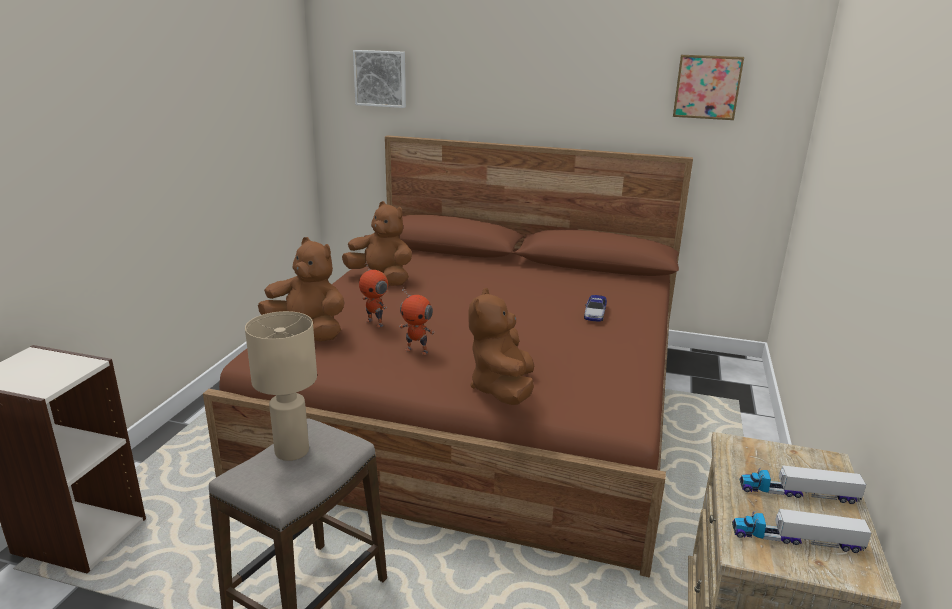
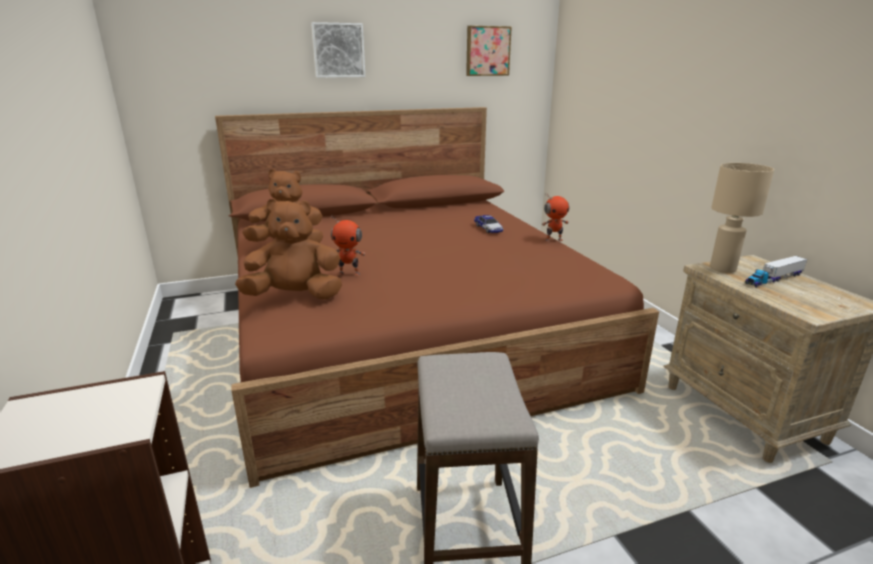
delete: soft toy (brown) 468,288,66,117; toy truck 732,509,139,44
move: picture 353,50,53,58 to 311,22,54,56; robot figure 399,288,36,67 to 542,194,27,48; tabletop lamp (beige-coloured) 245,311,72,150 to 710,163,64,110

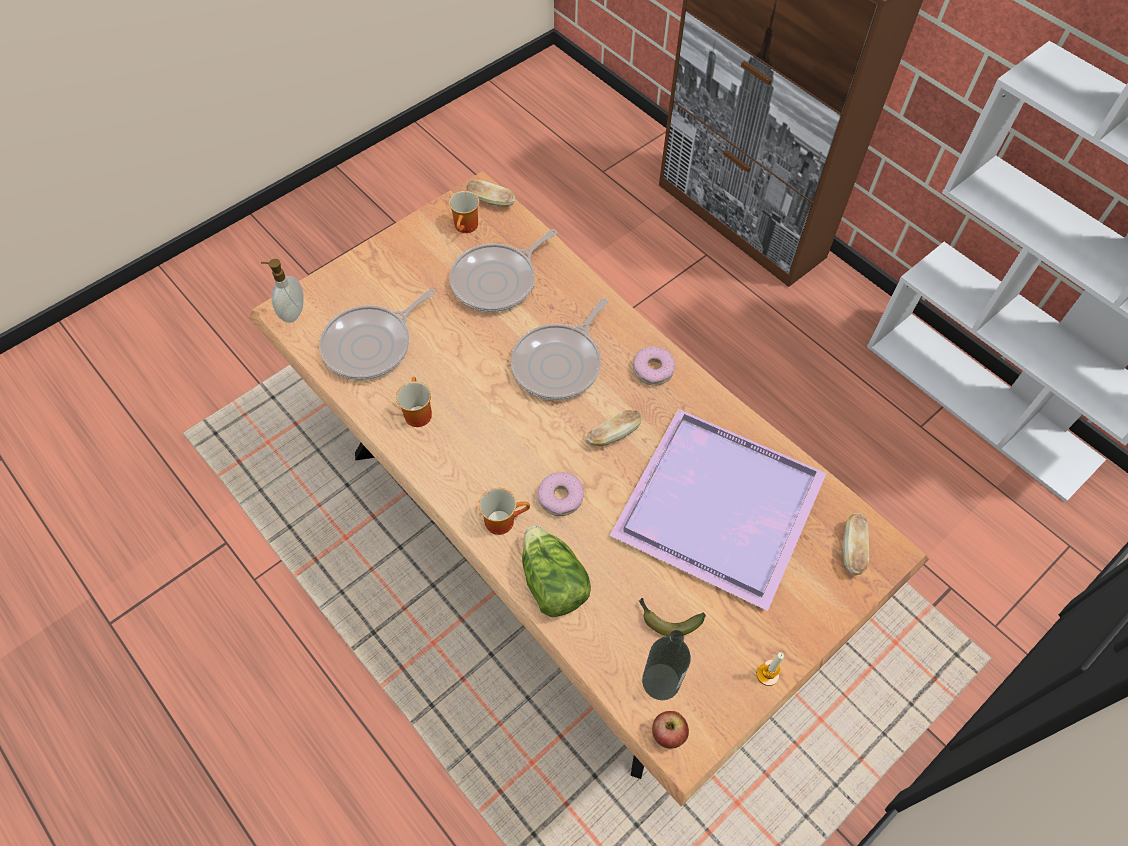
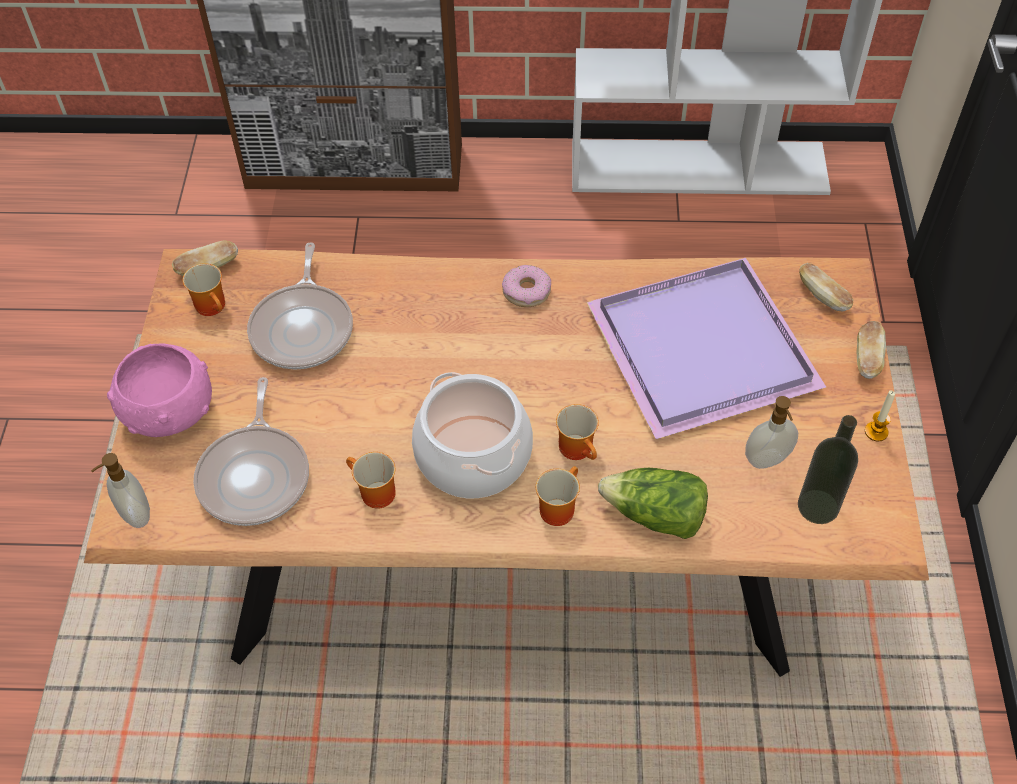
delete: pan 511,298,97,102; apple fruit 652,711,37,38
insert: bowl (pink) 107,343,105,94; stockpot 412,372,121,126
move: bread 587,410,55,36 to 856,321,30,58
replace: doughnut 538,472,46,44 to mug 556,404,43,56; banana fruit 639,598,67,38 to soap bottle 745,396,53,73

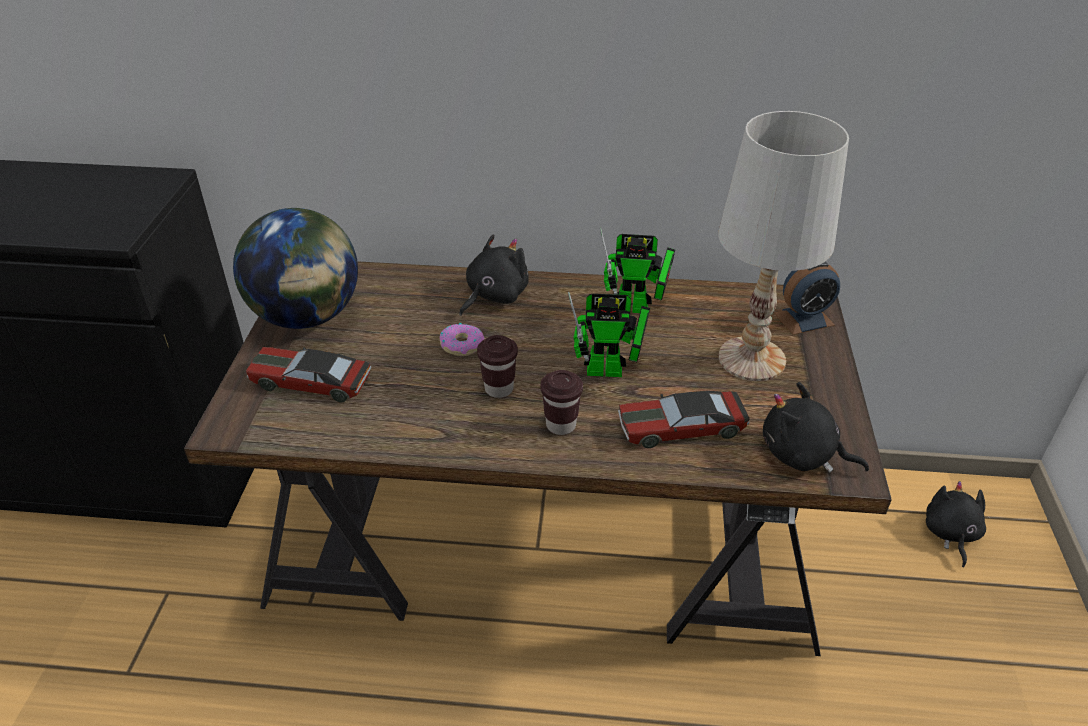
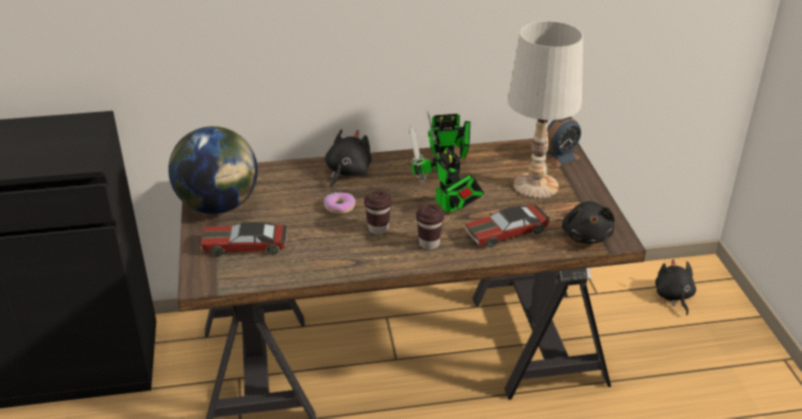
rotate: robot figure 568,292,82,85 = 409,126,75,87 75 degrees clockwise; soft toy (black-coloured) 763,382,106,91 = 562,201,53,43 105 degrees counterclockwise

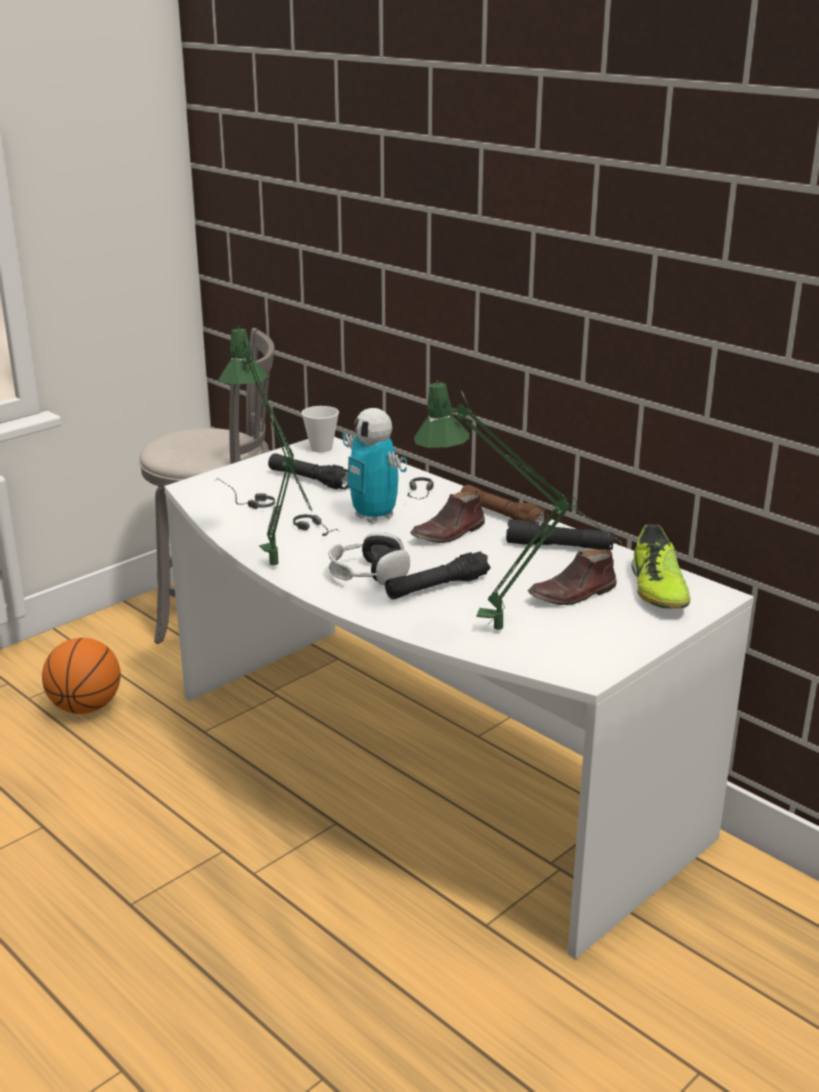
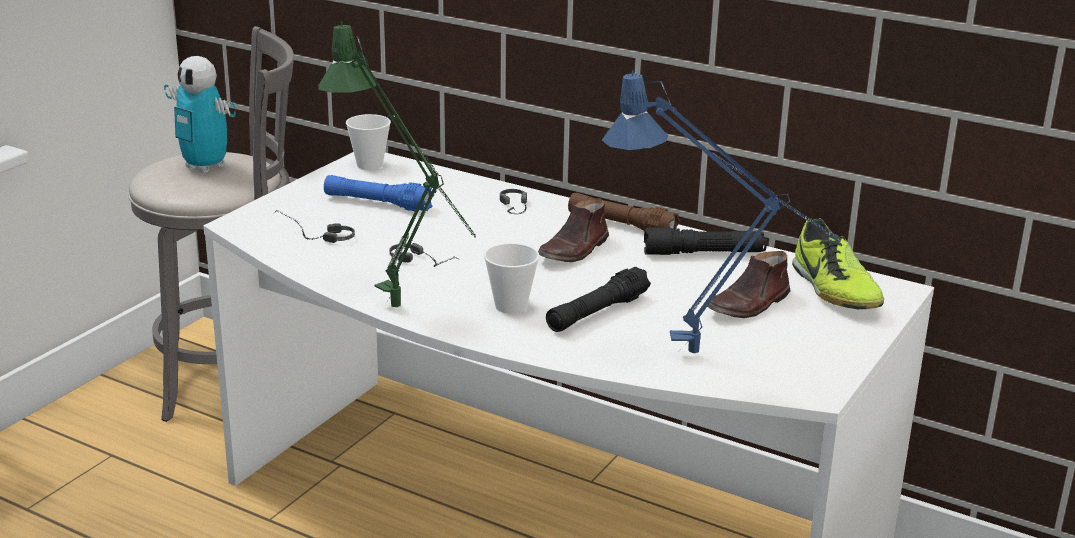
delete: basketball 42,638,79,76
move: robot figure 342,408,65,116 to 164,56,72,117
replace: headphones 329,532,81,53 to small cup 484,243,56,71
recolor: tabletop lamp (greenish) 414,380,209,250 to tabletop lamp (blue-coloured) 602,70,238,283; torch (black-coloured) 268,454,81,36 to torch (blue-coloured) 324,175,110,36

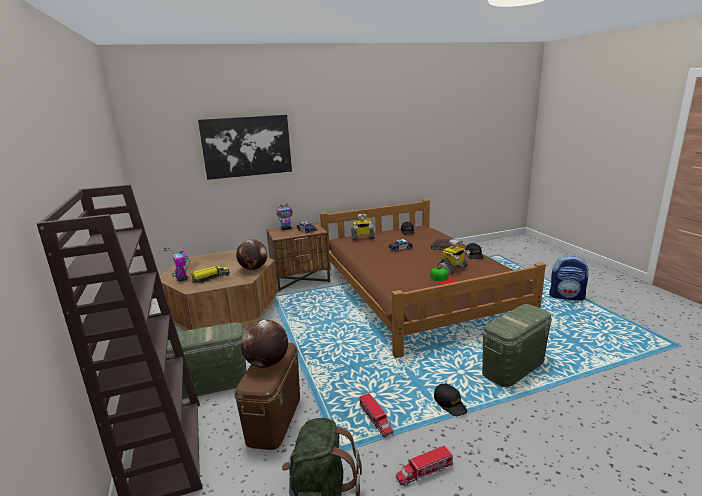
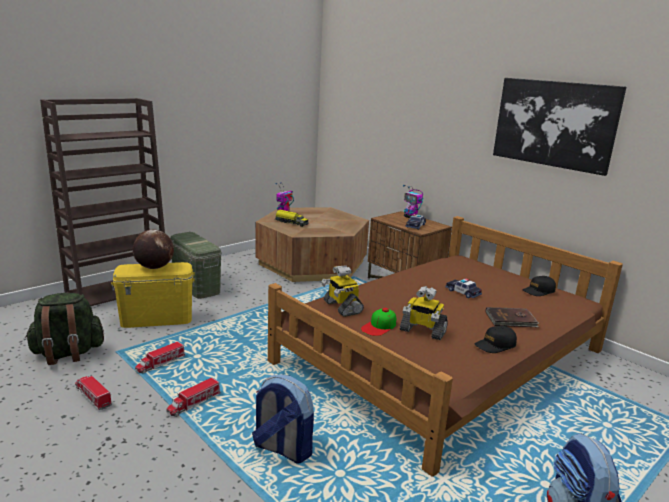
delete: globe 236,239,31,31
move: picture 198,115,94,65 to 493,78,133,98; robot figure 351,214,24,26 to 321,265,43,52
replace: storage bin (greenish) 482,304,70,83 to knapsack 252,374,62,90; peaked cap (black-coloured) 434,384,33,32 to toy truck 166,378,54,39
recolor: storage bin (brown) 234,342,66,108 to storage bin (yellow) 111,262,84,66

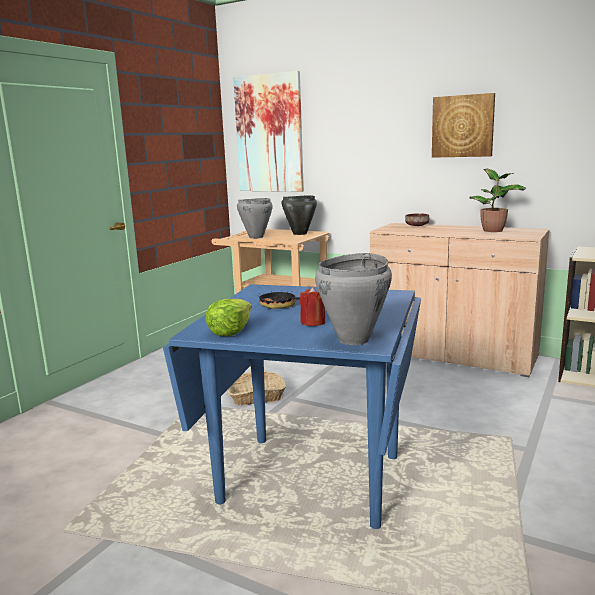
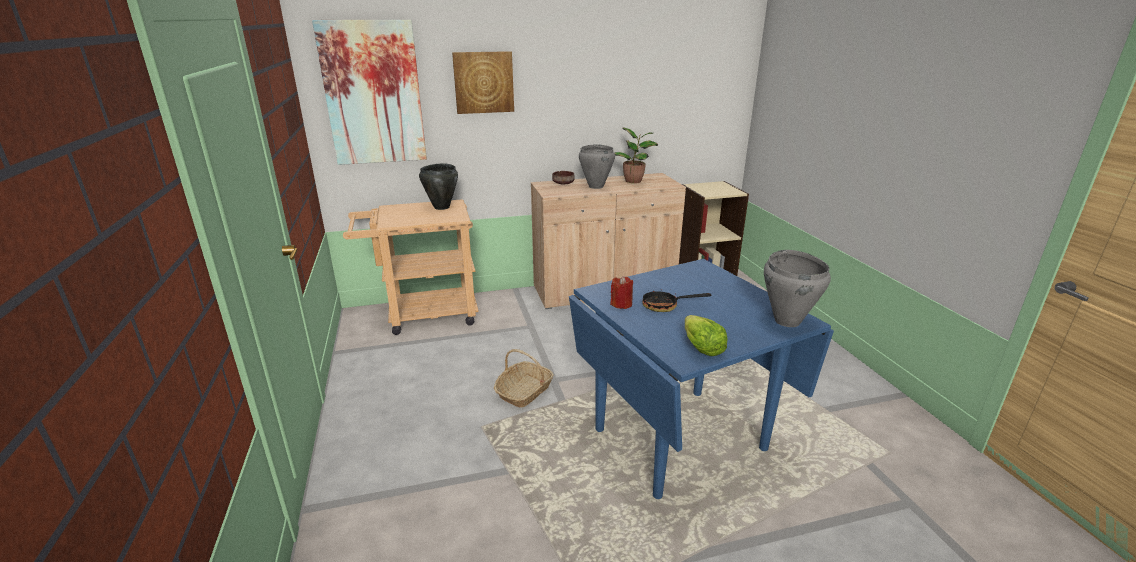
move: picture 432,93,63,65 to 452,51,62,63; stockpot (grey) 237,198,36,41 to 579,144,36,45; candle (reddish) 300,287,25,39 to 610,276,23,33

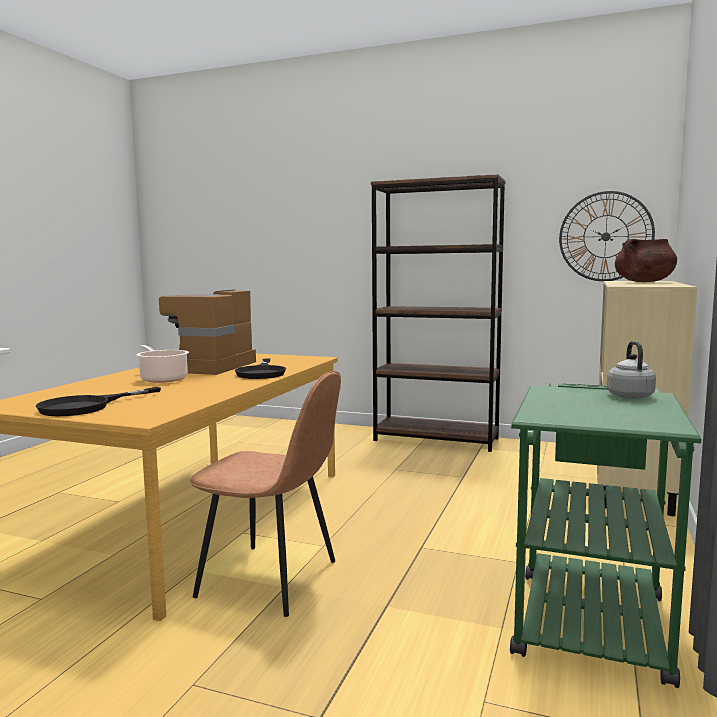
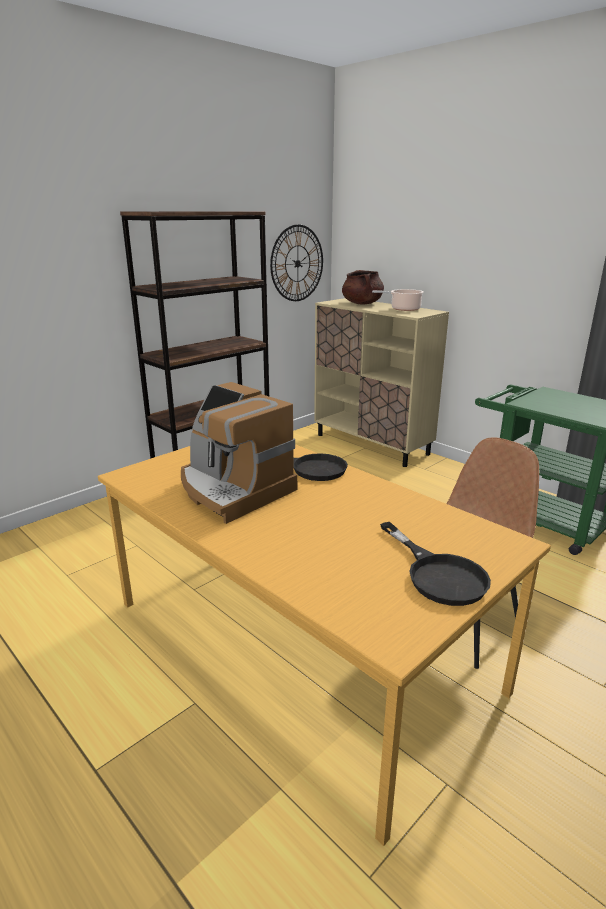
delete: tea kettle (grey) 607,341,49,58
move: stockpot 136,345,53,38 to 372,289,52,22

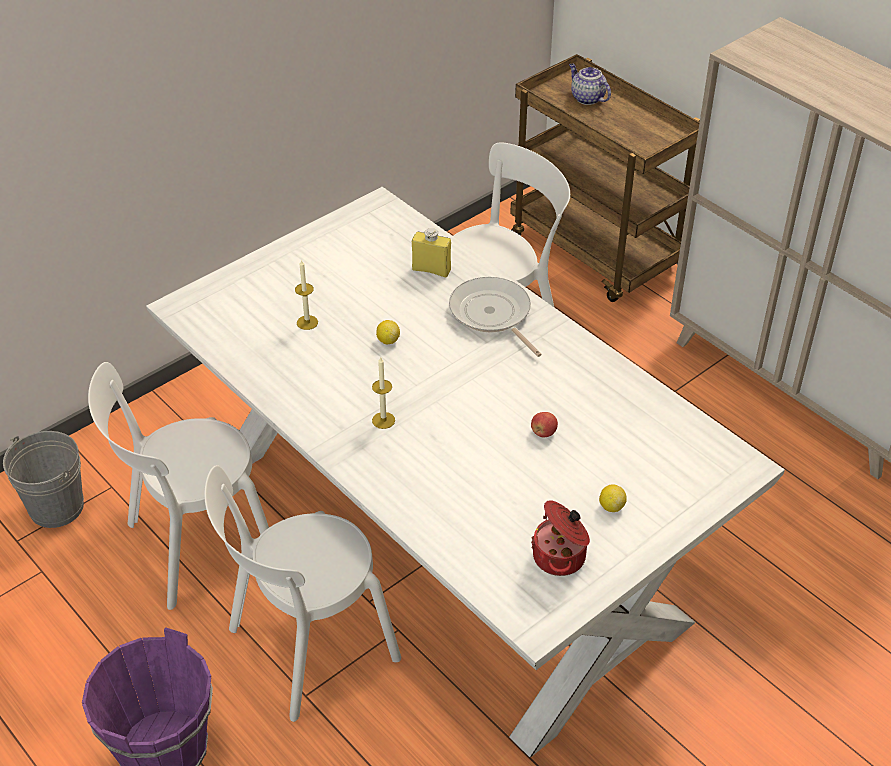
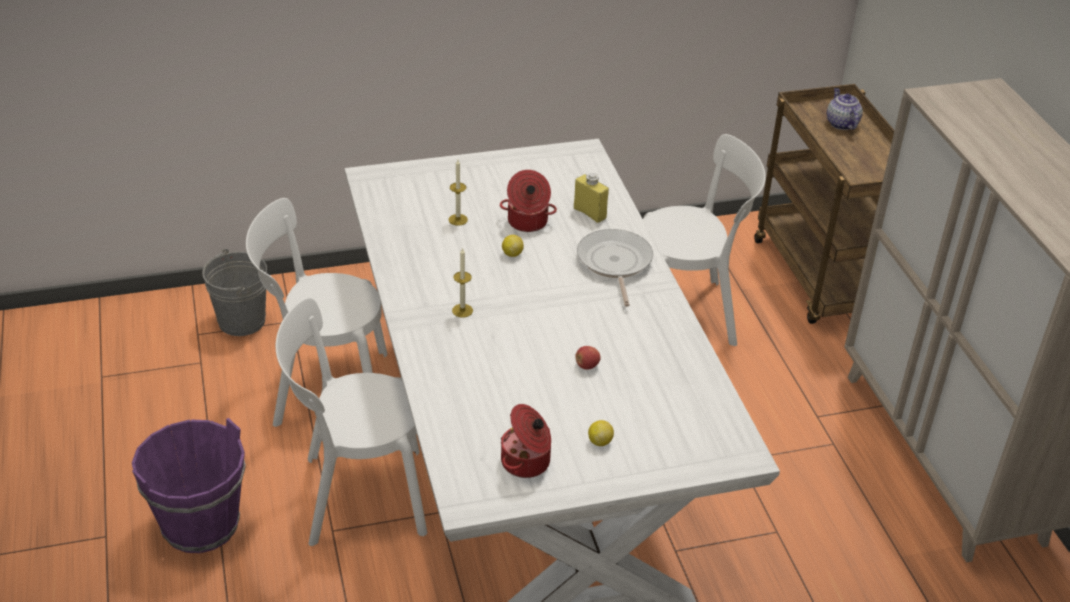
insert: stockpot 500,170,57,62

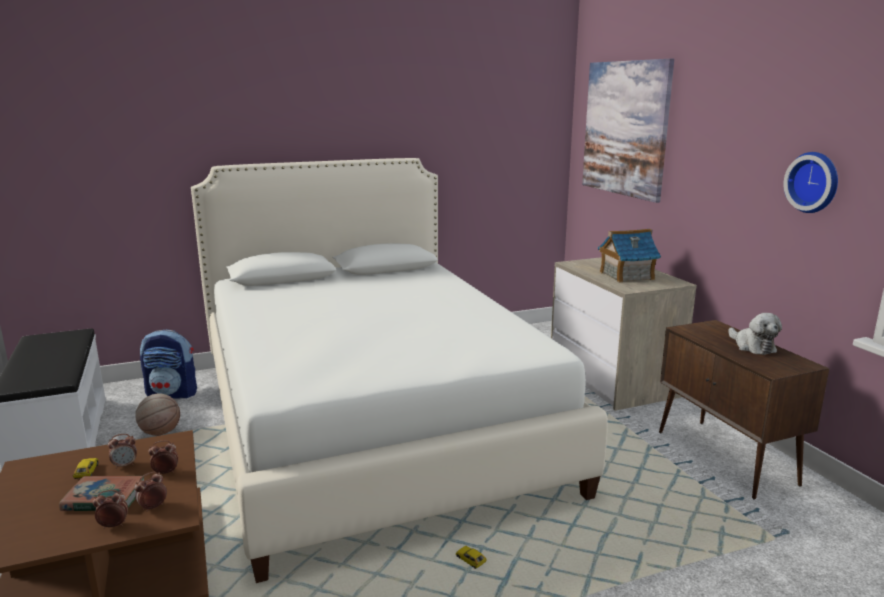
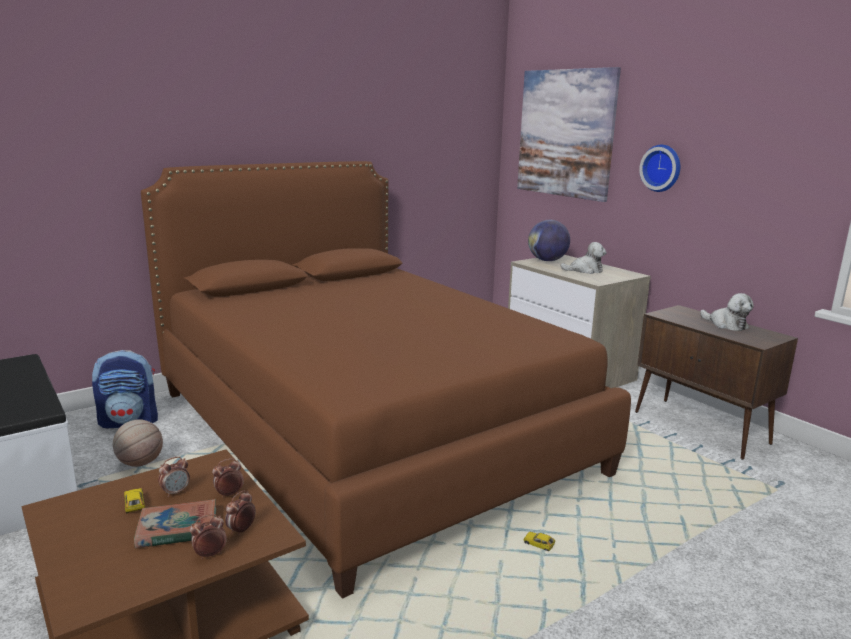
insert: globe 528,220,42,41
move: wall clock 783,152,55,61 to 639,145,41,47
replace: model house 598,229,63,54 to soft toy 560,242,47,32
recolor: sleeping bed (white-coloured) 191,158,417,425 to sleeping bed (brown) 141,161,490,438

